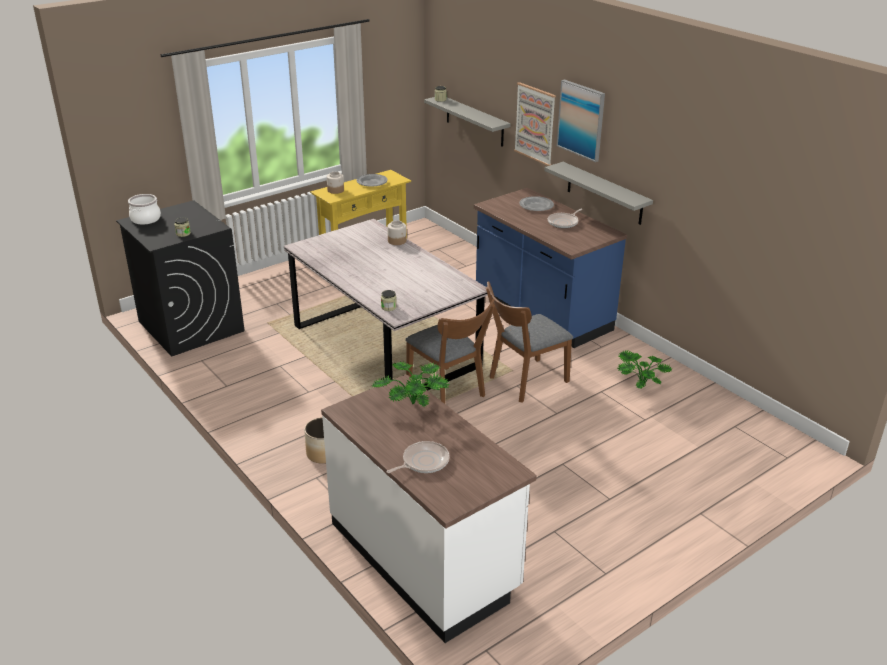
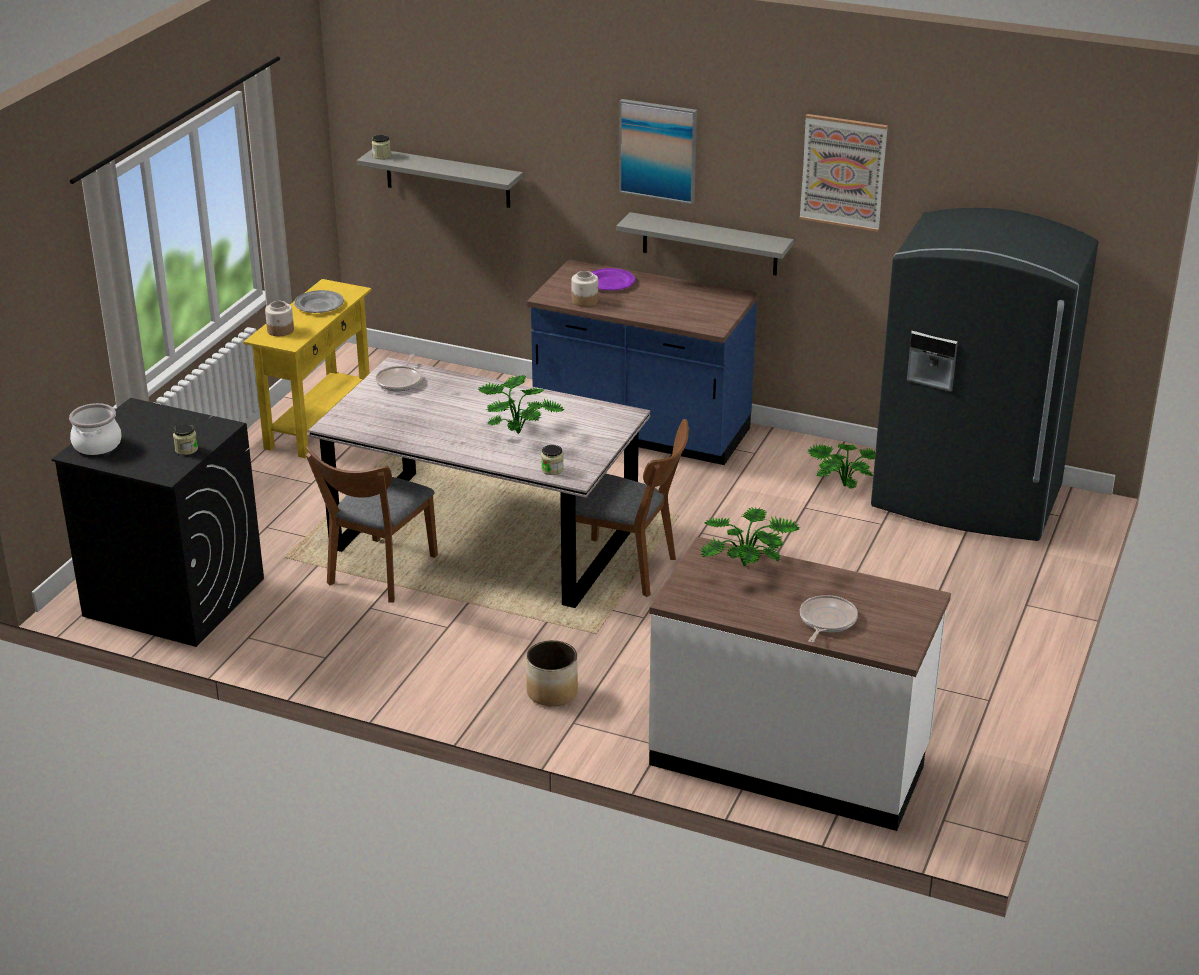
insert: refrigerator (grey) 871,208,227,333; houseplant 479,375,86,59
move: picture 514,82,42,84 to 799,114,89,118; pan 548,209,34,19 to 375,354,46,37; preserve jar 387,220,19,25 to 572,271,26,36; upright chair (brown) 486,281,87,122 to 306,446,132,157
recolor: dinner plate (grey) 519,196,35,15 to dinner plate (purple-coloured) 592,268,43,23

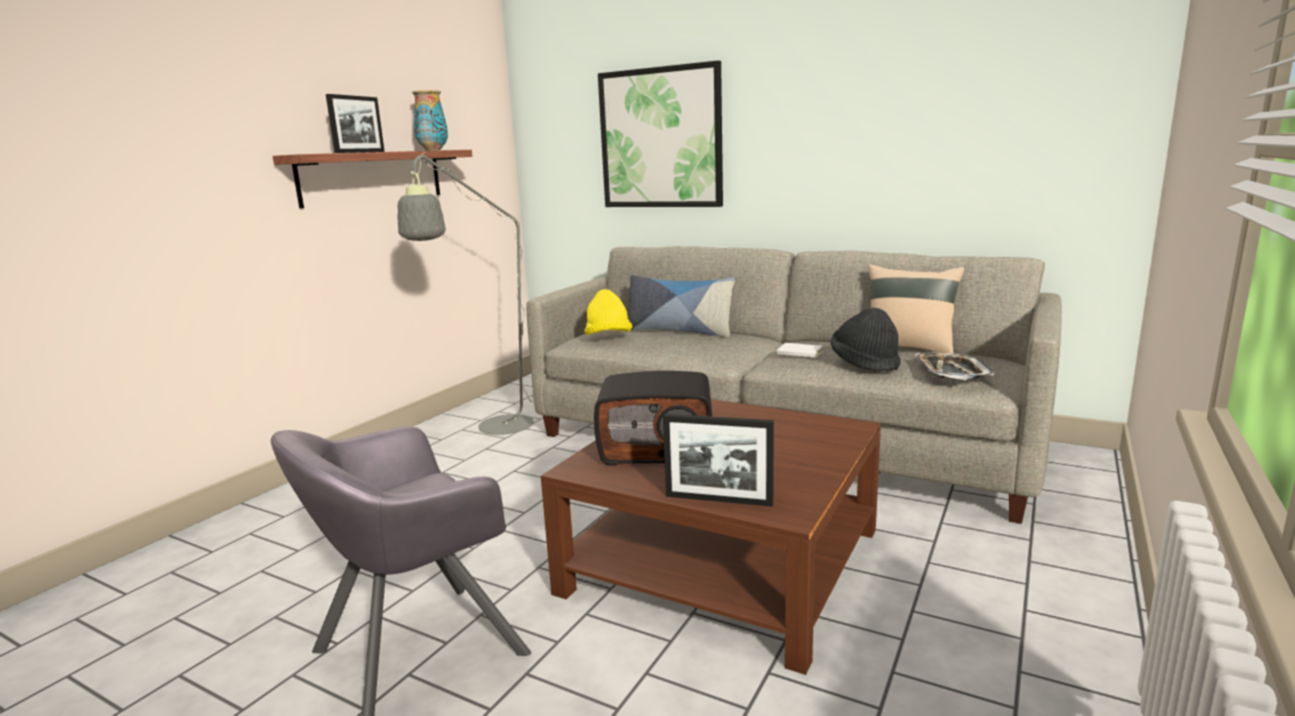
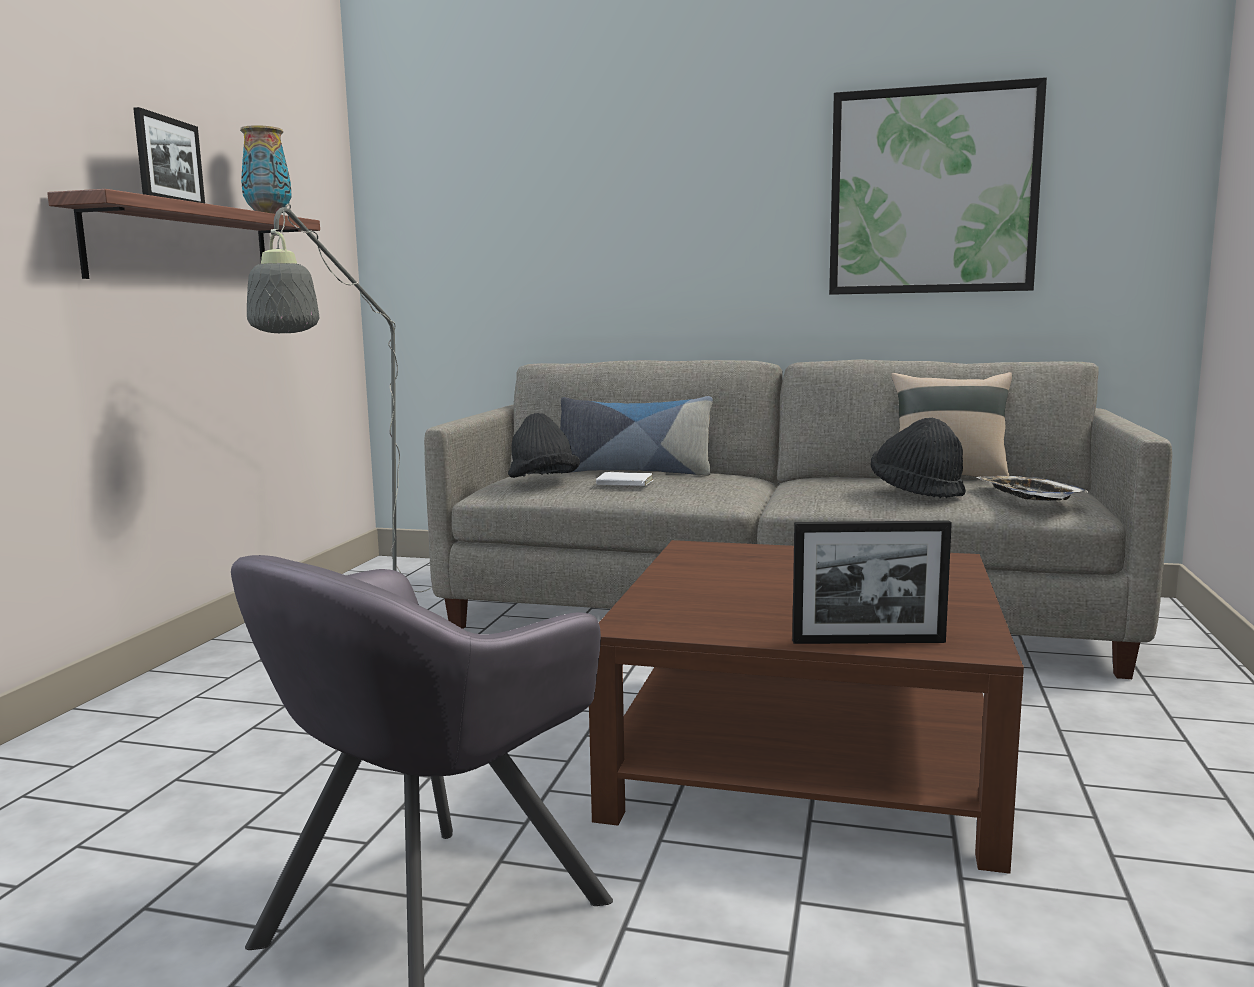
delete: radio 594,371,118,95
move: picture 598,60,125,147 to 829,77,218,218; book (white-coloured) 777,343,46,15 to 596,472,58,14
recolor: hat (yellow) 584,289,48,46 to hat (black-coloured) 508,413,72,65

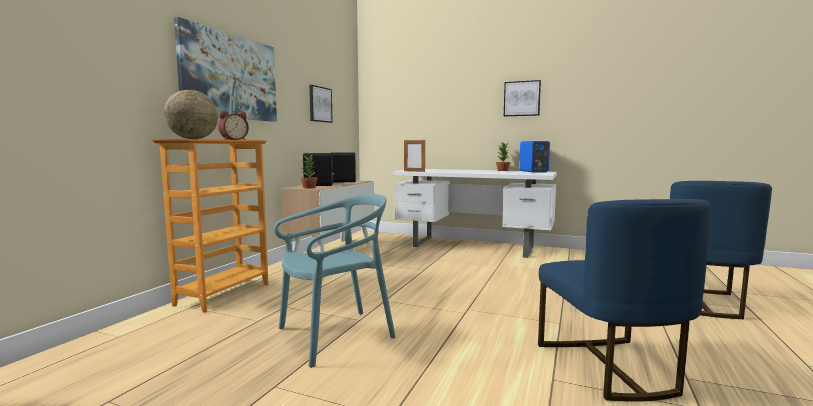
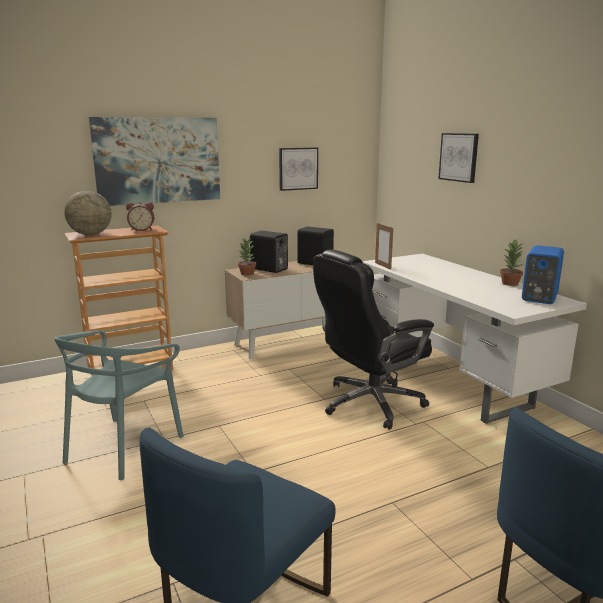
insert: desk chair (black-coloured) 313,249,121,181
move: picture 504,80,37,36 to 438,133,41,50
rotate: upright chair (turquoise) 274,194,122,174 = 54,330,130,150 105 degrees clockwise

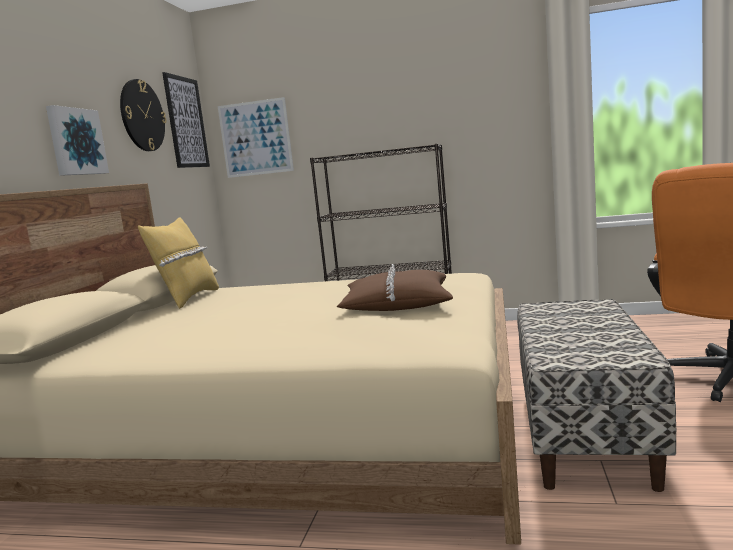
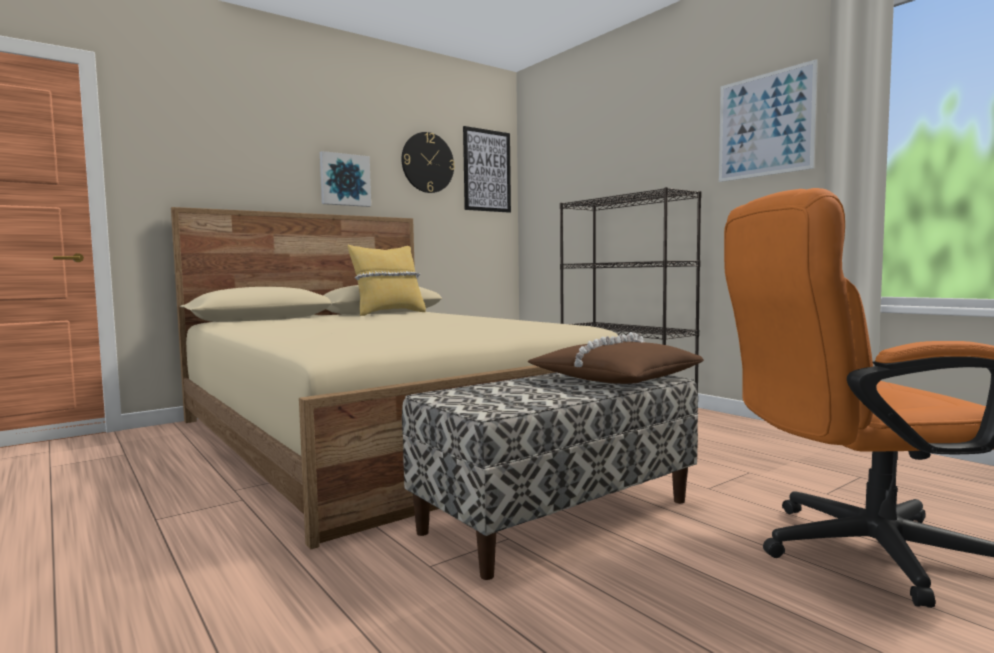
move: picture 218,97,76,81 to 719,59,99,123; cushion (brown) 336,264,117,47 to 528,332,176,52

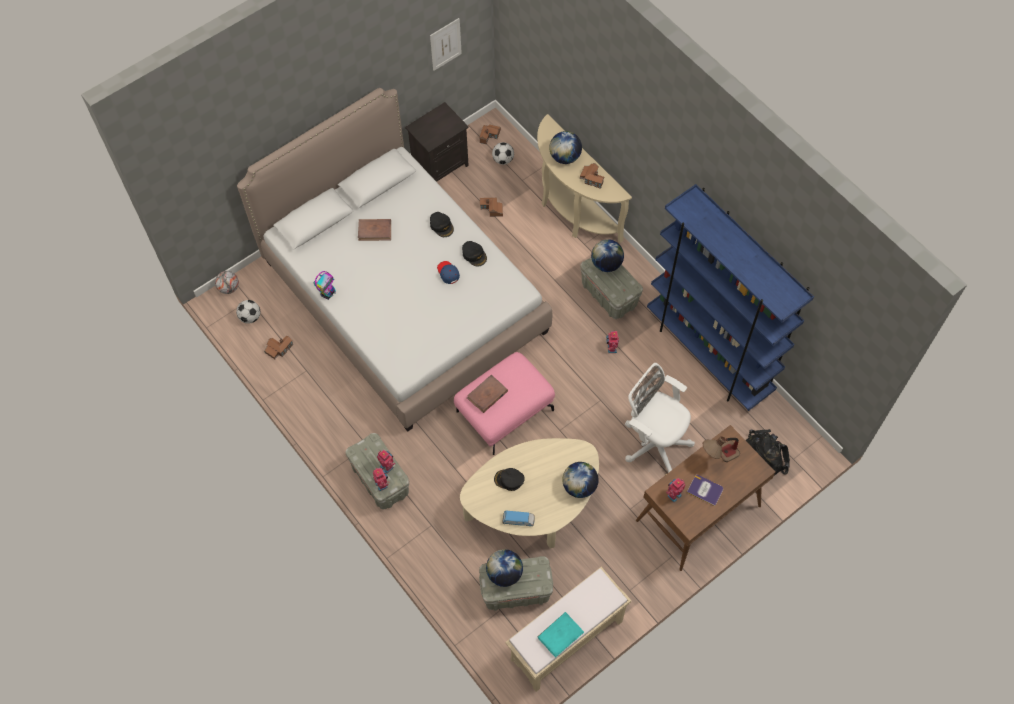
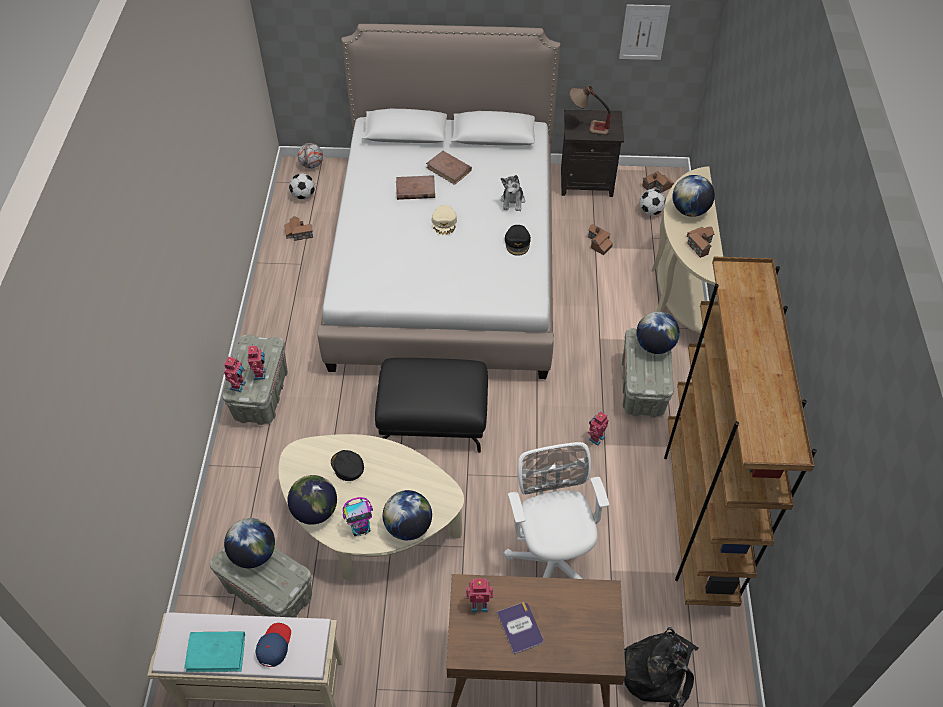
insert: peaked cap (beige-coloured) 432,205,25,30
move: peaked cap (blue-coloured) 437,261,23,23 to 255,623,36,44; robot figure 314,271,22,29 to 343,497,30,39; book (brown) 467,375,41,38 to 396,175,39,25; tabletop lamp 703,436,37,26 to 570,85,41,50
replace: peaked cap (black-coloured) 430,212,24,25 to soft toy 501,175,24,36; miniature car 503,511,32,15 to globe 287,475,50,50
recolor: bookshelf (blue-coloured) 647,184,167,227 to bookshelf (brown) 664,257,153,350; footrest (pink) 454,352,101,103 to footrest (black-coloured) 375,358,113,95

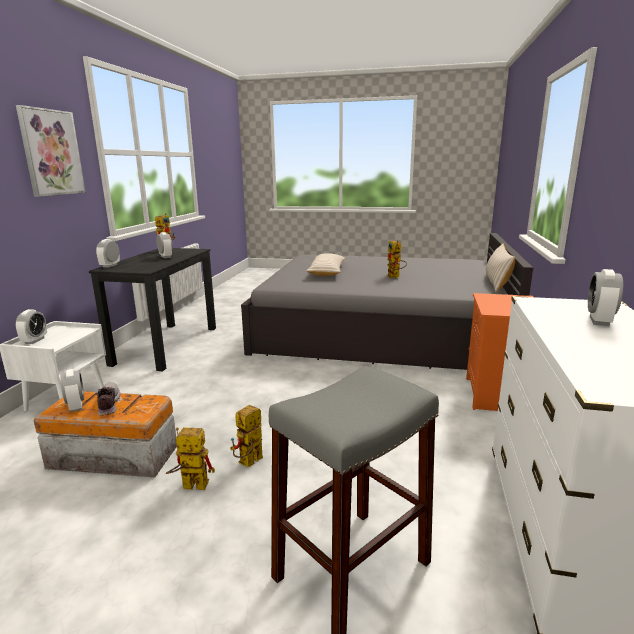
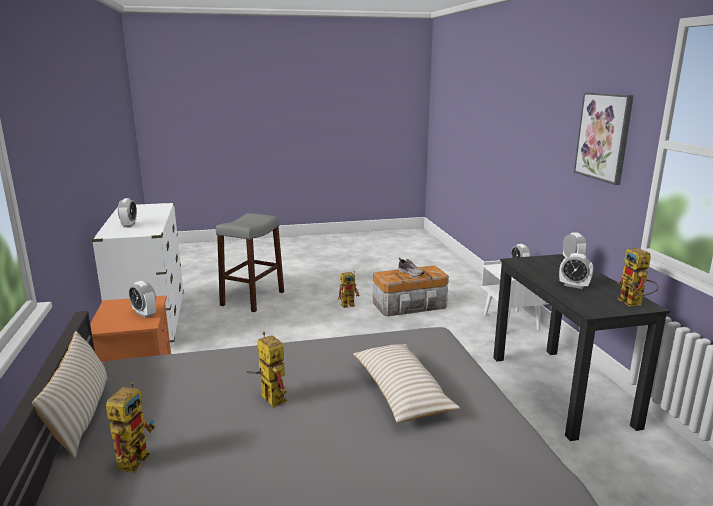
move: table clock 60,369,24,43 to 129,281,27,37; robot figure 230,405,33,62 to 106,381,50,92

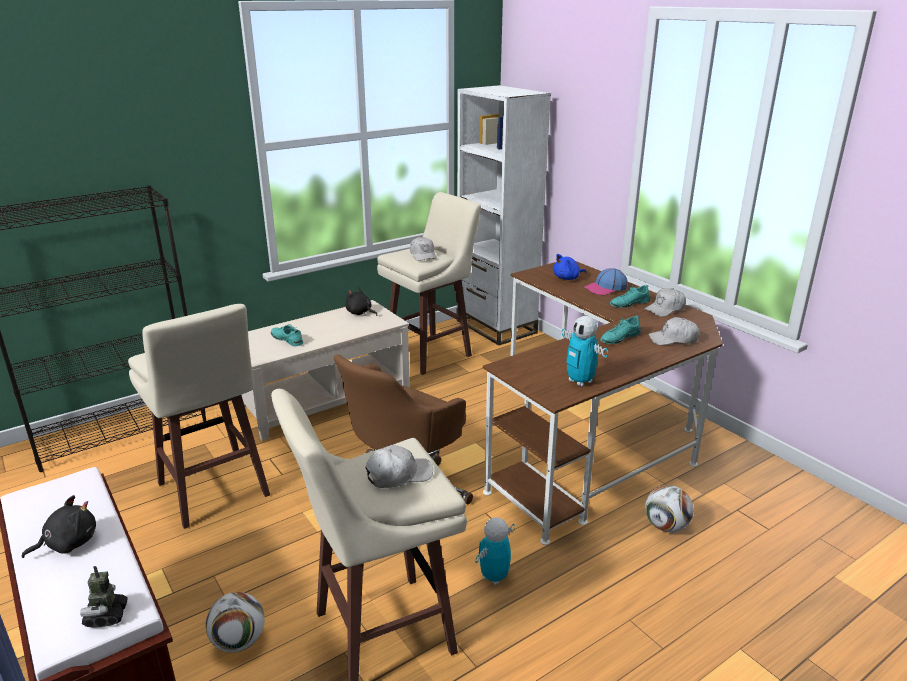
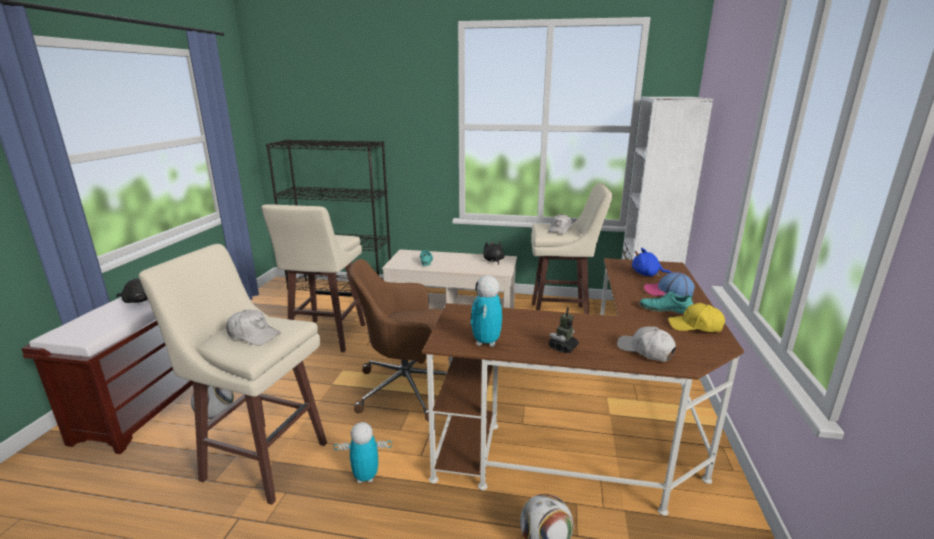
delete: shoe (turquoise) 600,316,41,28
move: robot figure 80,566,48,61 to 548,307,31,46
recolor: peaked cap (white-coloured) 644,288,42,29 to peaked cap (yellow) 668,303,57,29

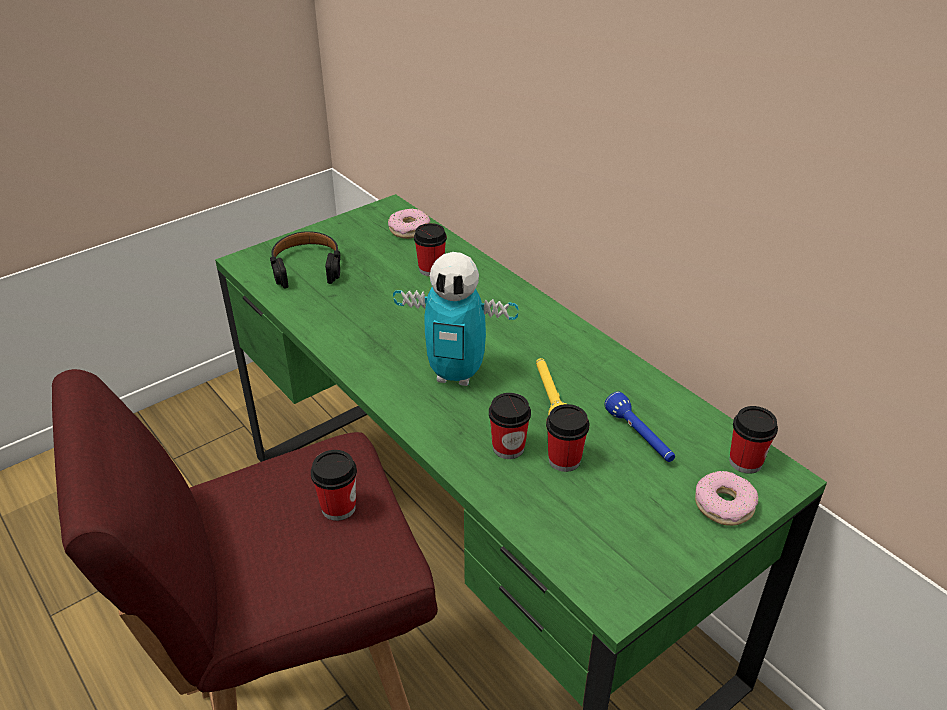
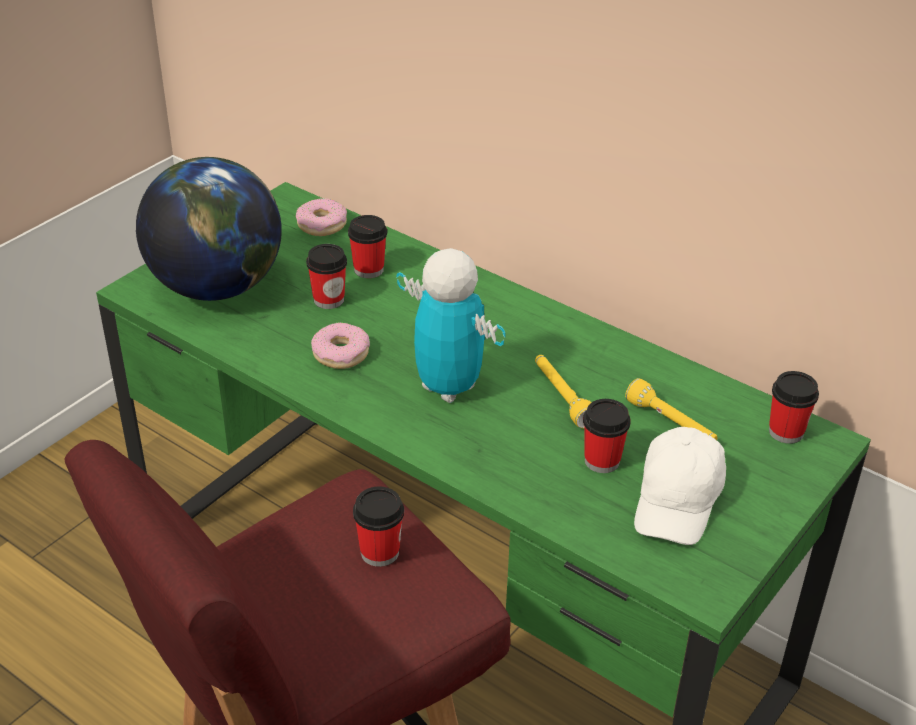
insert: peaked cap (white-coloured) 634,427,92,118
move: small cup 489,393,42,66 to 306,244,41,65; doughnut 695,471,63,55 to 311,323,59,46
replace: headphones (black-coloured) 270,231,70,58 to globe 136,157,146,144
recolor: torch (blue-coloured) 604,391,71,71 to torch (yellow) 625,378,93,62
rotate: robot figure 393,252,126,134 = 396,248,109,155 135 degrees counterclockwise

